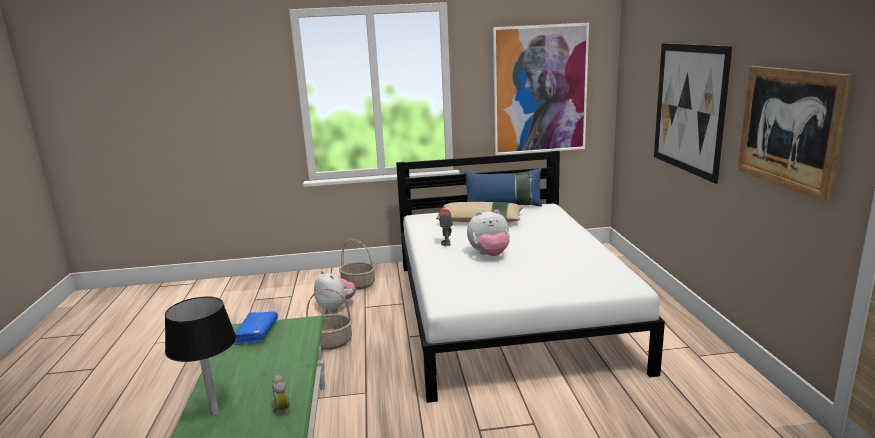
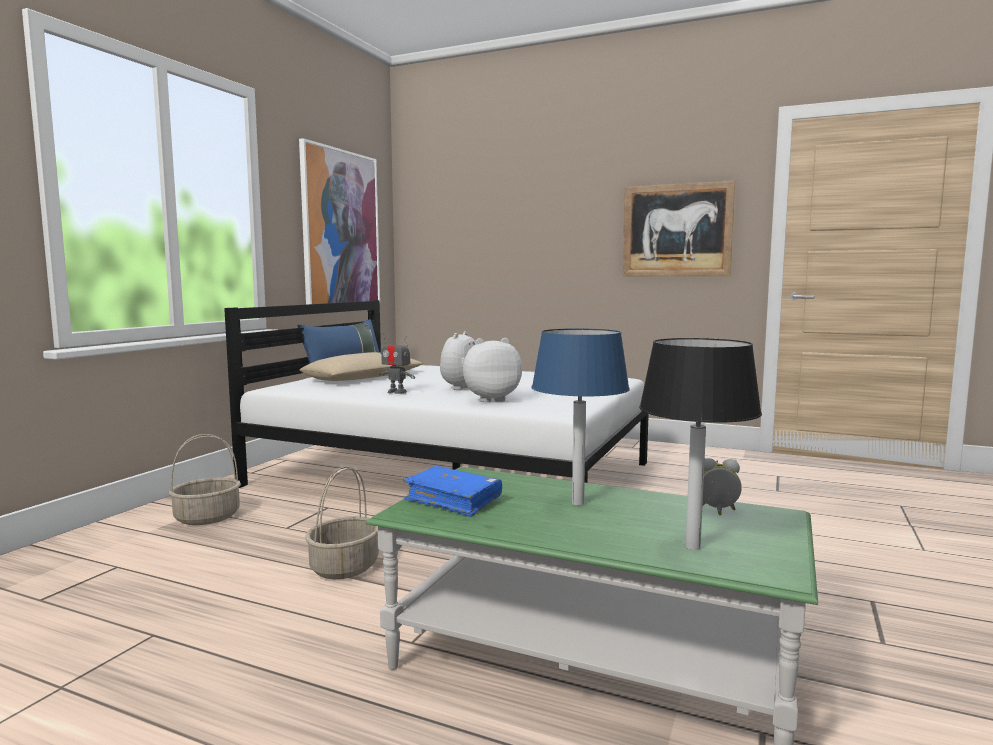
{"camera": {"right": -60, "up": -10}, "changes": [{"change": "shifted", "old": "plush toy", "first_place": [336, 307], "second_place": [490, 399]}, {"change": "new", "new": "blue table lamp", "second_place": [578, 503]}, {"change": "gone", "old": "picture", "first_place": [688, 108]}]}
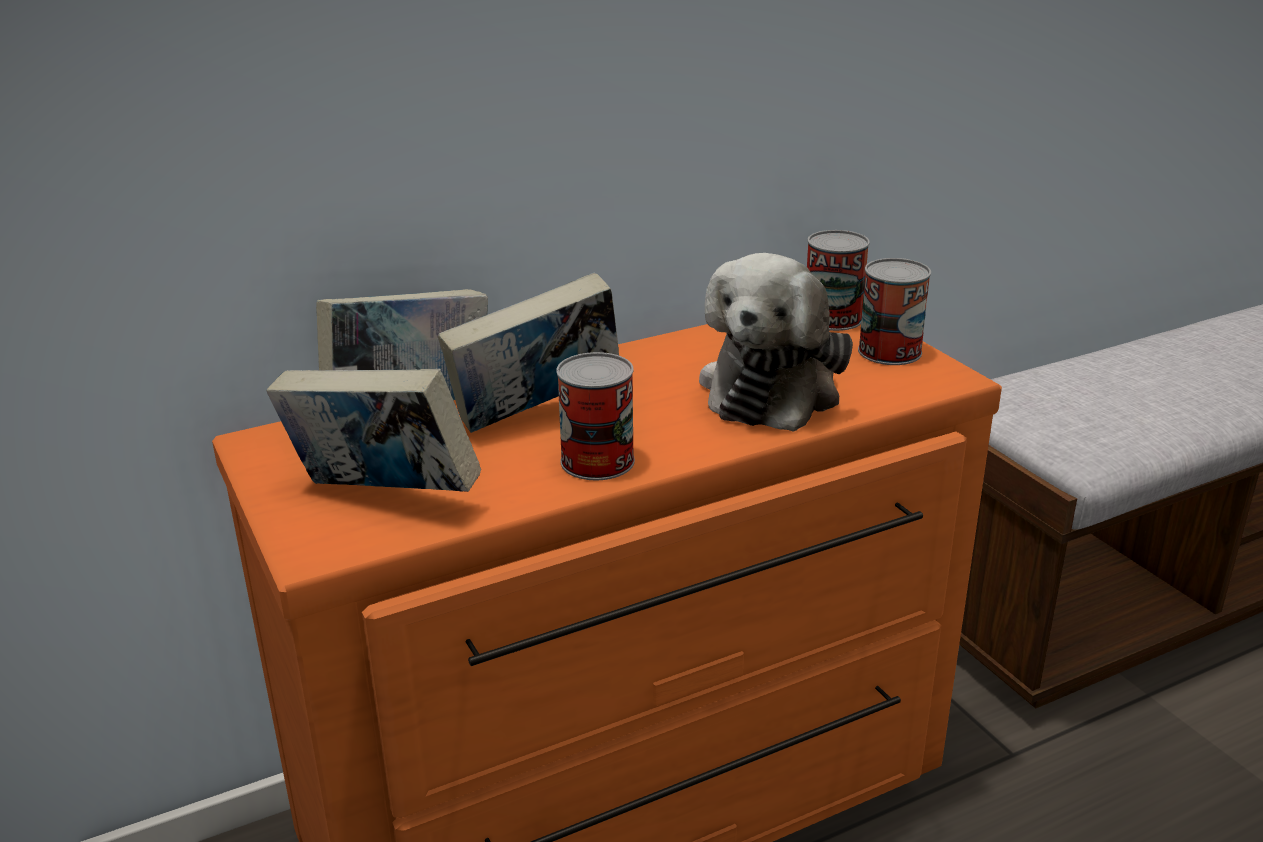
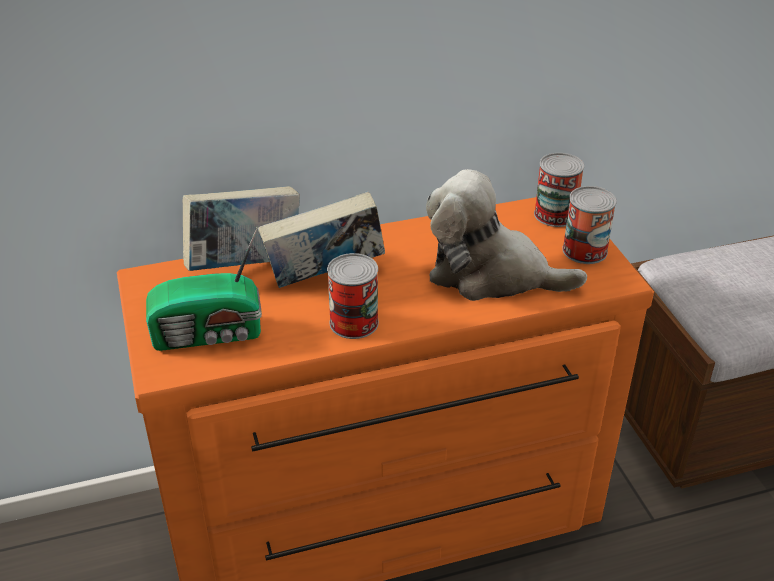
{"camera": {"right": 10, "up": 10}, "changes": [{"change": "swapped", "old": "book", "new": "radio", "first_place": [382, 497], "second_place": [211, 334]}, {"change": "rotated", "old": "plush toy", "first_place": [773, 388], "second_place": [491, 274], "degrees": 75}]}
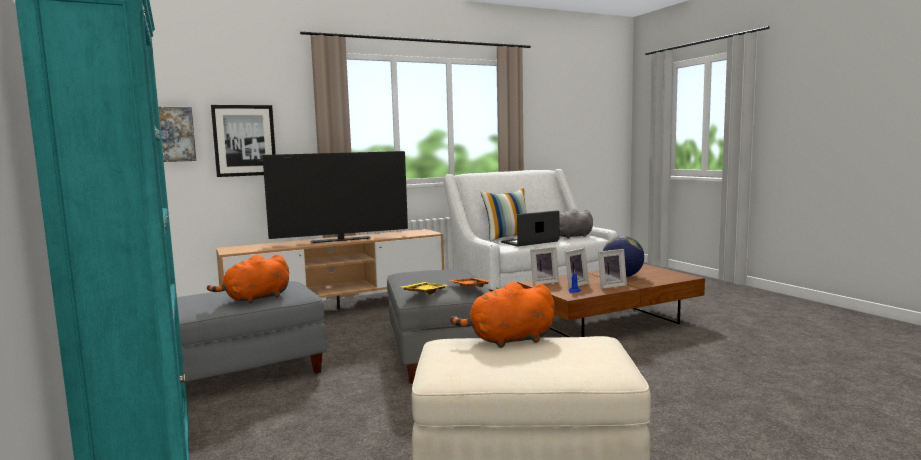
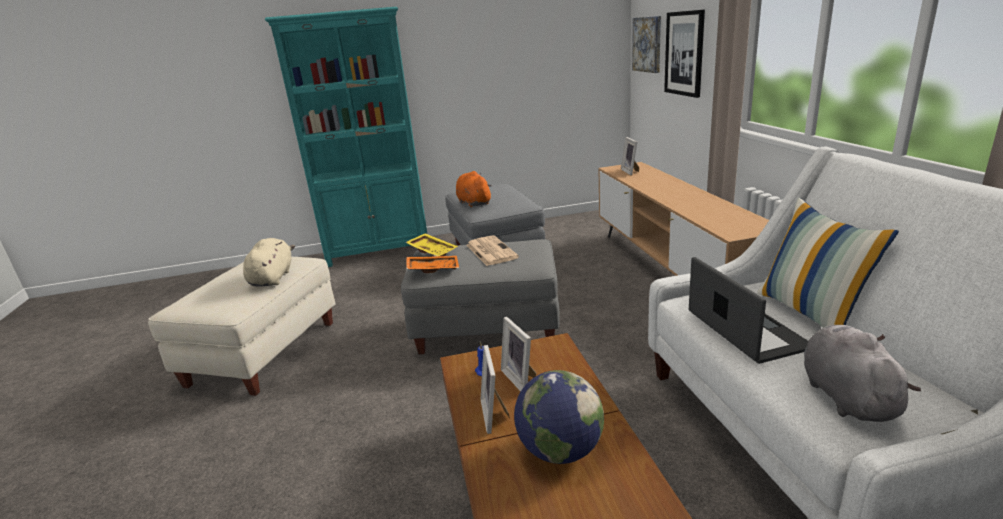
{"camera": {"right": 105, "up": 15}, "changes": [{"change": "repainted", "old": "orange plush toy", "new": "beige plush toy", "first_place": [508, 340], "second_place": [273, 278]}, {"change": "new", "new": "newspaper", "second_place": [490, 251]}, {"change": "shifted", "old": "picture frame", "first_place": [543, 282], "second_place": [631, 171]}, {"change": "gone", "old": "television", "first_place": [341, 240]}]}
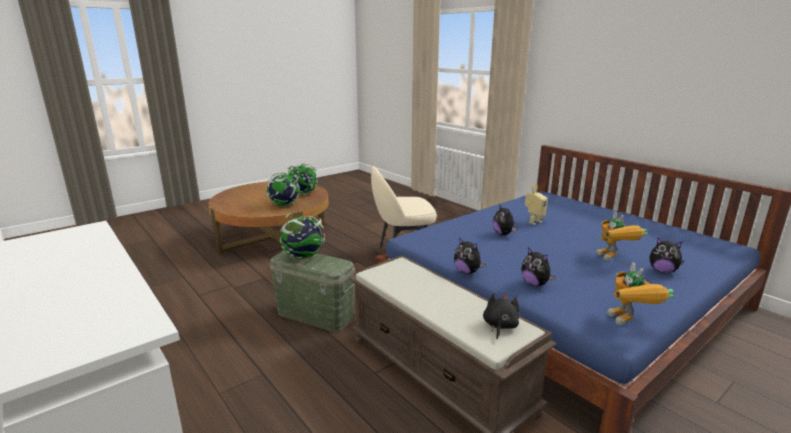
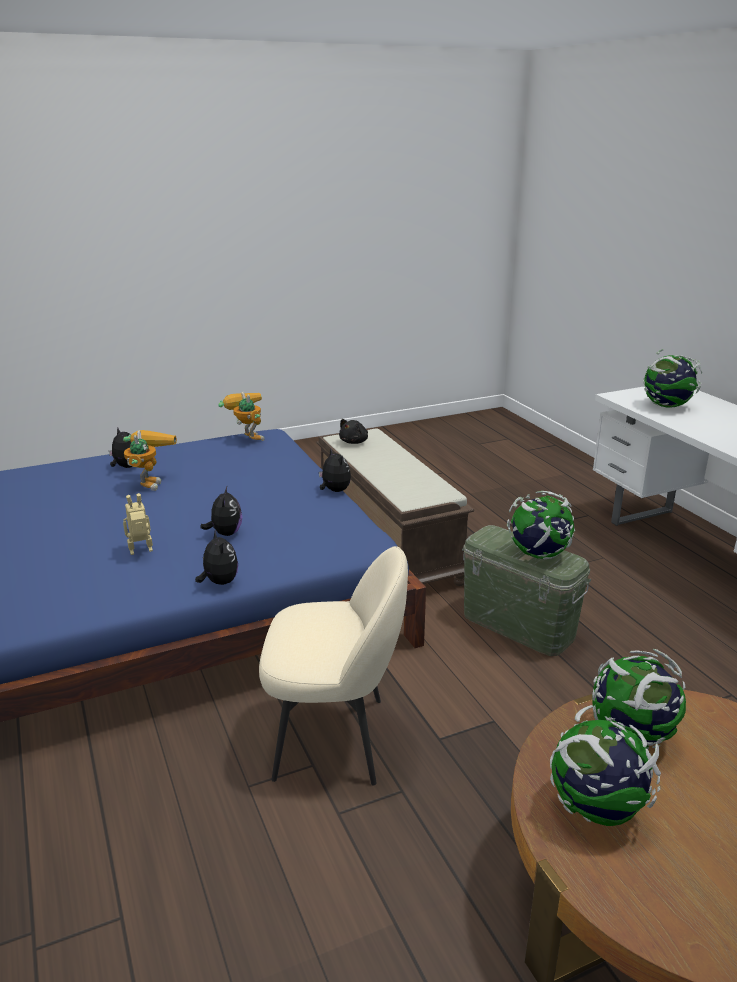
{"camera": {"right": -165, "up": 5}, "changes": [{"change": "shifted", "old": "plush toy", "first_place": [535, 284], "second_place": [219, 582]}, {"change": "rotated", "old": "toy robot", "first_place": [630, 323], "second_place": [246, 437], "degrees": -45}, {"change": "new", "new": "globe", "second_place": [667, 406]}]}
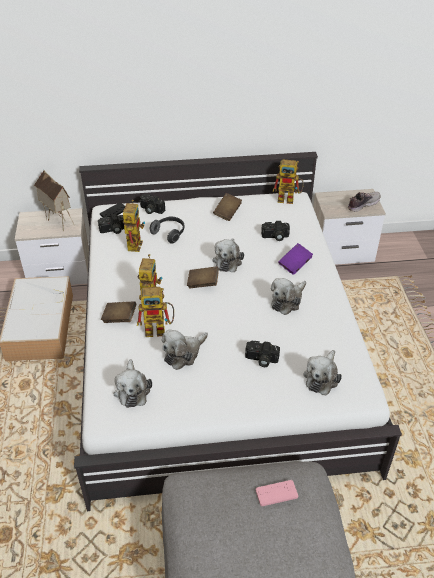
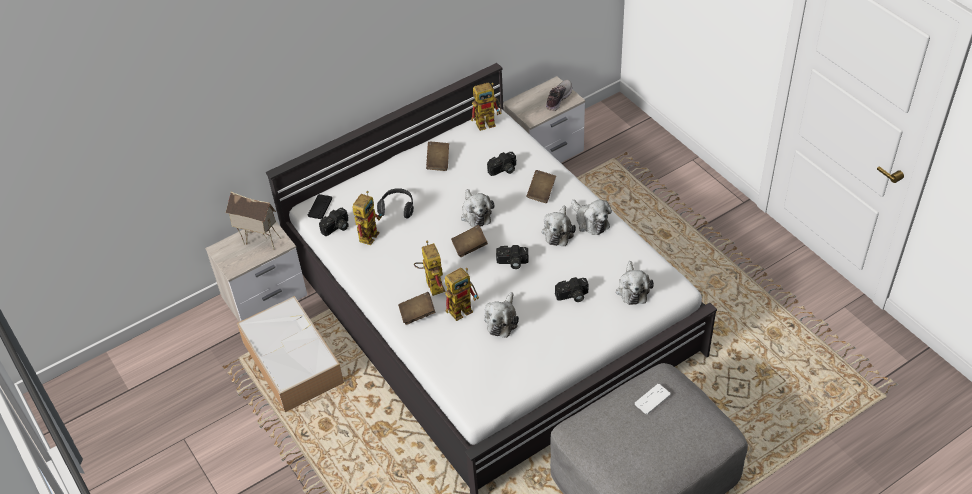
{"camera": {"right": -25, "up": 5}, "changes": [{"change": "rotated", "old": "toy robot", "first_place": [134, 243], "second_place": [369, 233], "degrees": 45}, {"change": "shifted", "old": "photo camera", "first_place": [151, 210], "second_place": [512, 263]}, {"change": "repainted", "old": "purple book", "new": "brown book", "first_place": [295, 265], "second_place": [541, 192]}, {"change": "shifted", "old": "plush toy", "first_place": [132, 390], "second_place": [590, 221]}, {"change": "repainted", "old": "pink game controller", "new": "white game controller", "first_place": [276, 493], "second_place": [652, 399]}]}
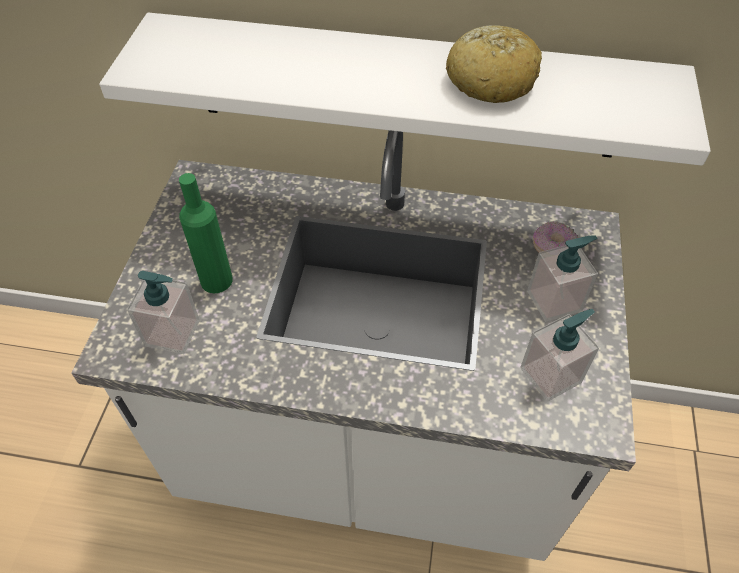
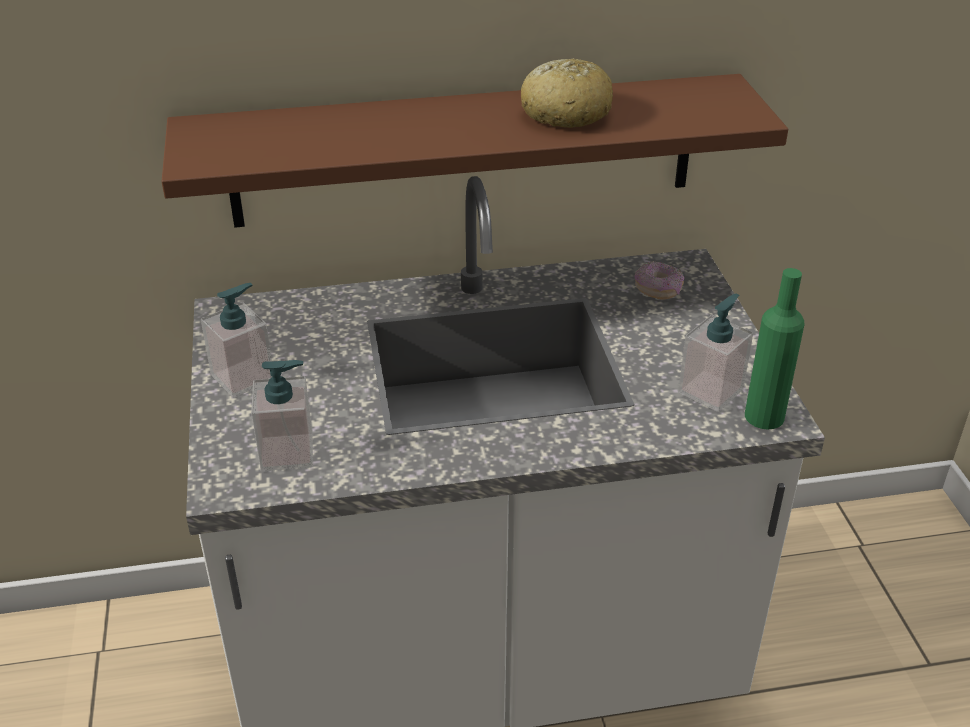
{"camera": {"right": -20, "up": -15}, "changes": [{"change": "repainted", "old": "white shelf", "new": "brown shelf", "first_place": [406, 87], "second_place": [464, 151]}, {"change": "shifted", "old": "soap dispenser", "first_place": [554, 301], "second_place": [243, 377]}, {"change": "shifted", "old": "green bottle", "first_place": [216, 280], "second_place": [764, 416]}]}
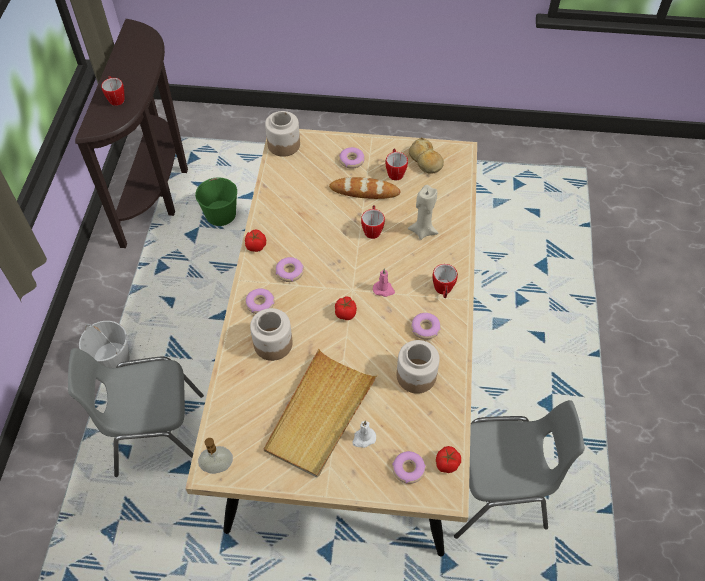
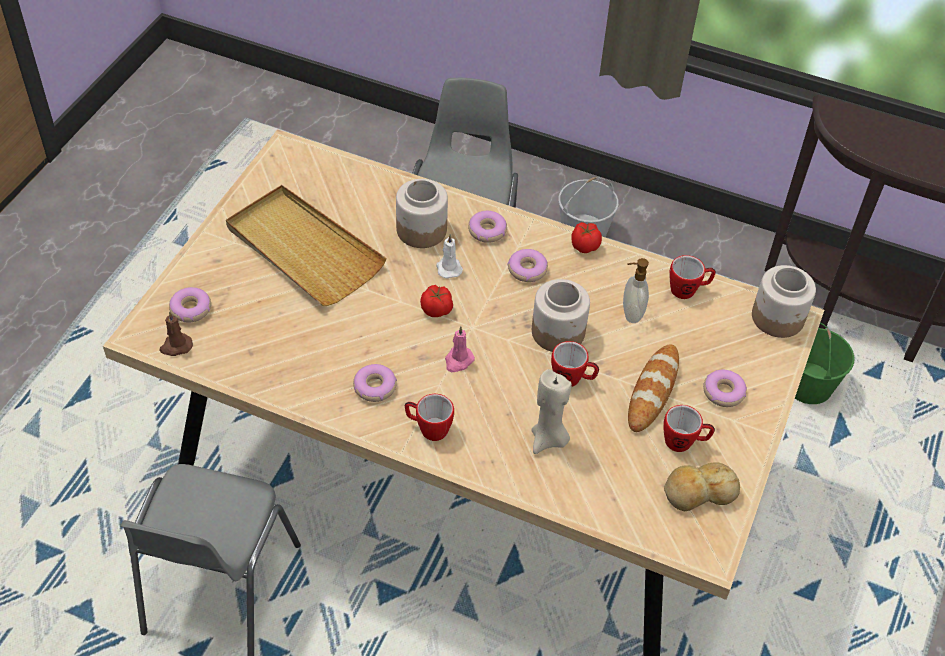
{"camera": {"right": 105, "up": -5}, "changes": [{"change": "swapped", "old": "tomato", "new": "brown candle", "first_place": [446, 464], "second_place": [176, 346]}, {"change": "shifted", "old": "white candle", "first_place": [363, 438], "second_place": [448, 268]}, {"change": "shifted", "old": "jar", "first_place": [415, 375], "second_place": [558, 331]}, {"change": "shifted", "old": "soap dispenser", "first_place": [218, 468], "second_place": [631, 313]}, {"change": "shifted", "old": "mug", "first_place": [116, 98], "second_place": [688, 290]}]}
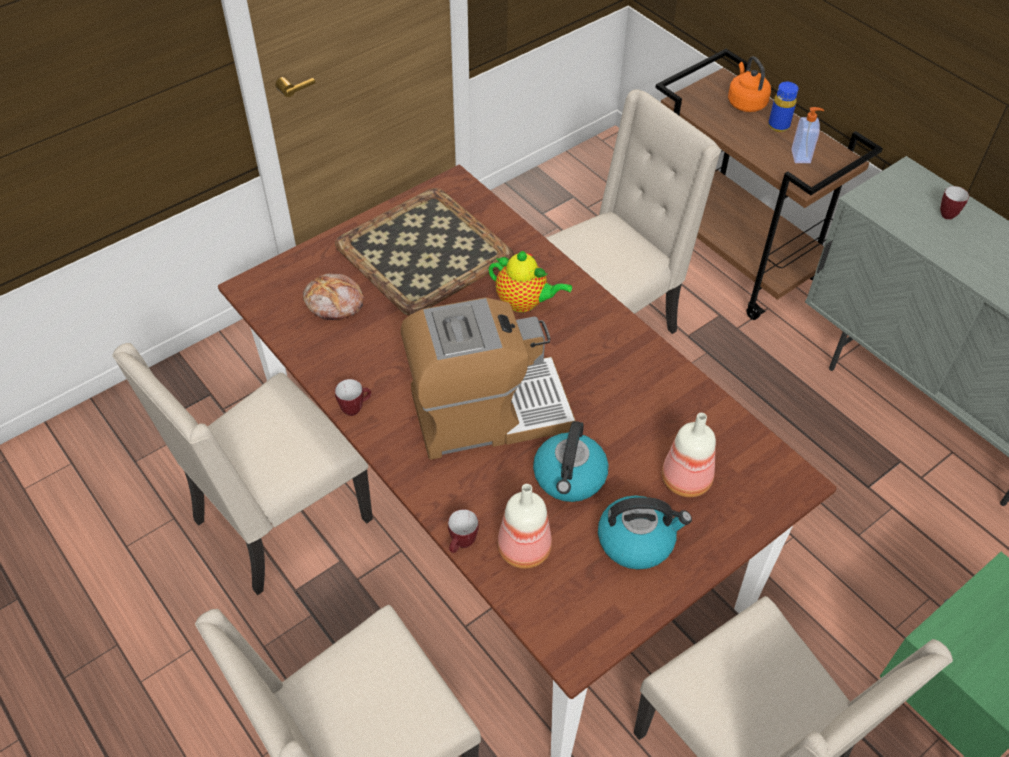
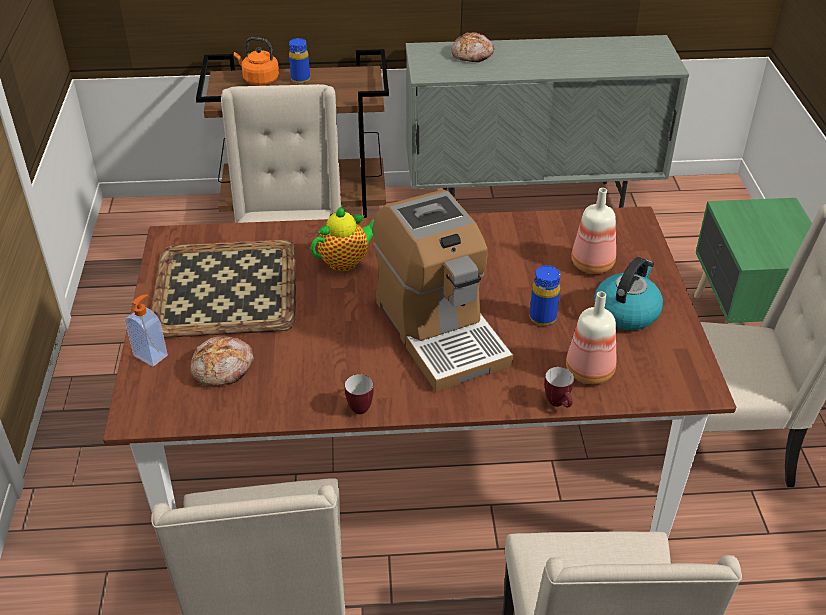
{"camera": {"right": -55, "up": -10}, "changes": [{"change": "shifted", "old": "soap dispenser", "first_place": [801, 156], "second_place": [151, 355]}, {"change": "rotated", "old": "coffee machine", "first_place": [488, 412], "second_place": [440, 331], "degrees": 135}, {"change": "swapped", "old": "mug", "new": "bread", "first_place": [947, 213], "second_place": [472, 55]}, {"change": "swapped", "old": "kettle", "new": "blue bottle", "first_place": [569, 478], "second_place": [542, 317]}]}
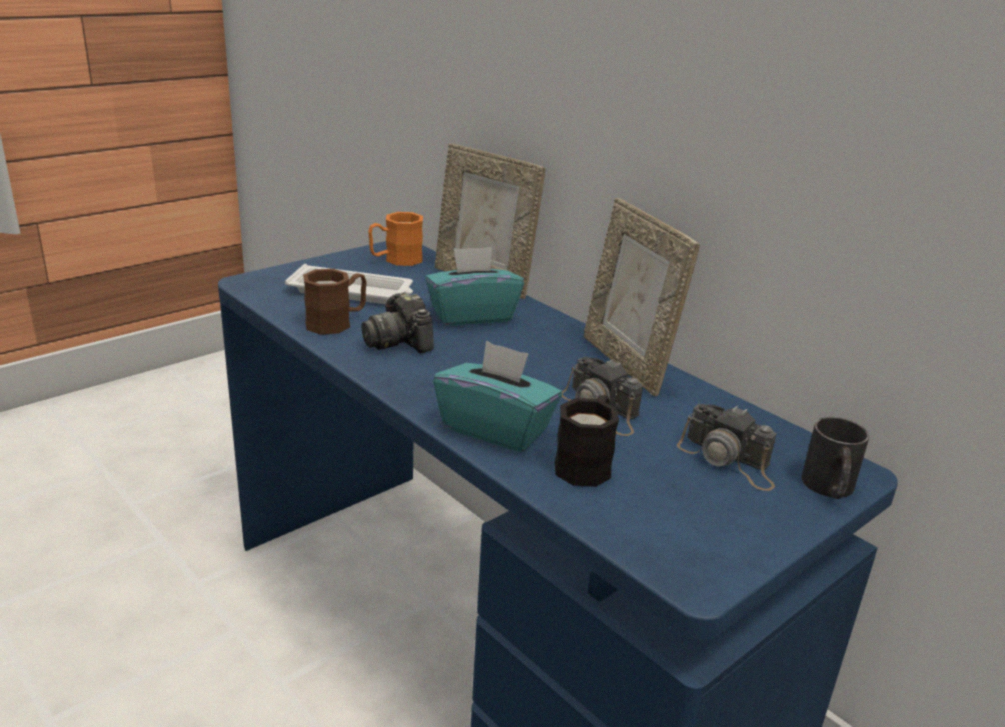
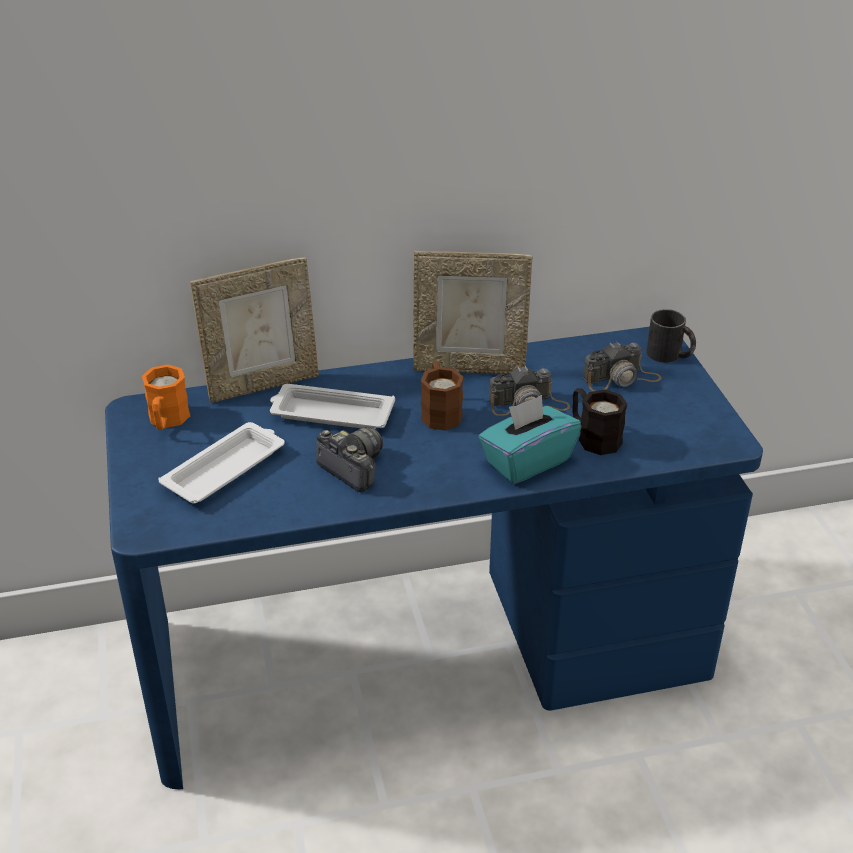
{"camera": {"right": -60, "up": 10}, "changes": [{"change": "swapped", "old": "turquoise tissue box", "new": "white tray", "first_place": [471, 315], "second_place": [330, 413]}, {"change": "rotated", "old": "photo camera", "first_place": [399, 341], "second_place": [353, 468], "degrees": -135}, {"change": "shifted", "old": "brown mug", "first_place": [337, 322], "second_place": [440, 412]}]}
